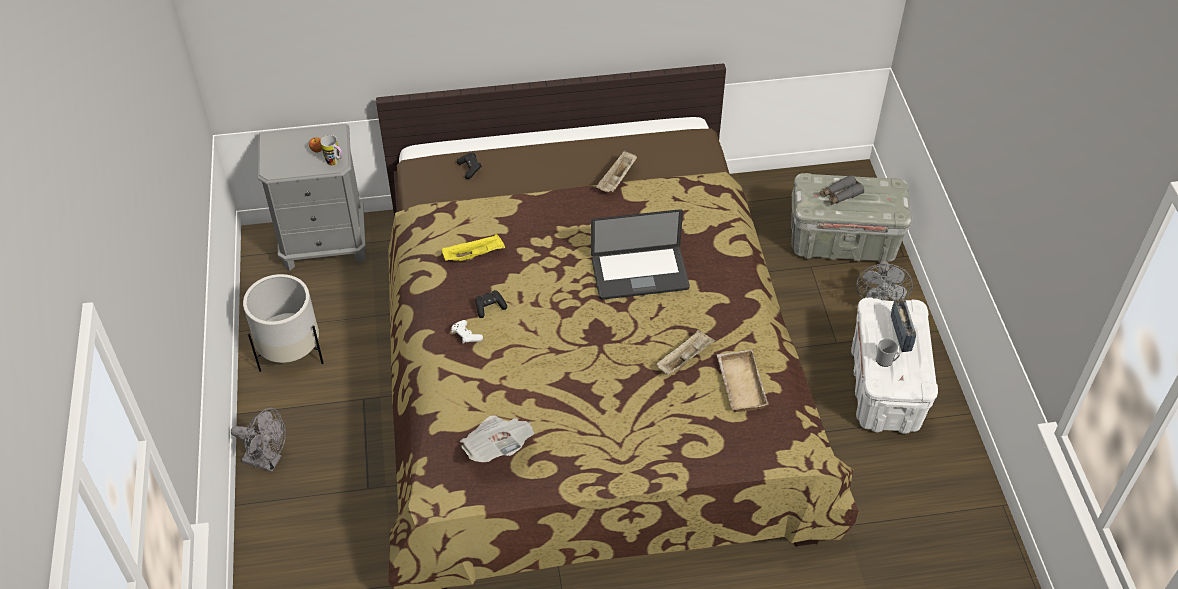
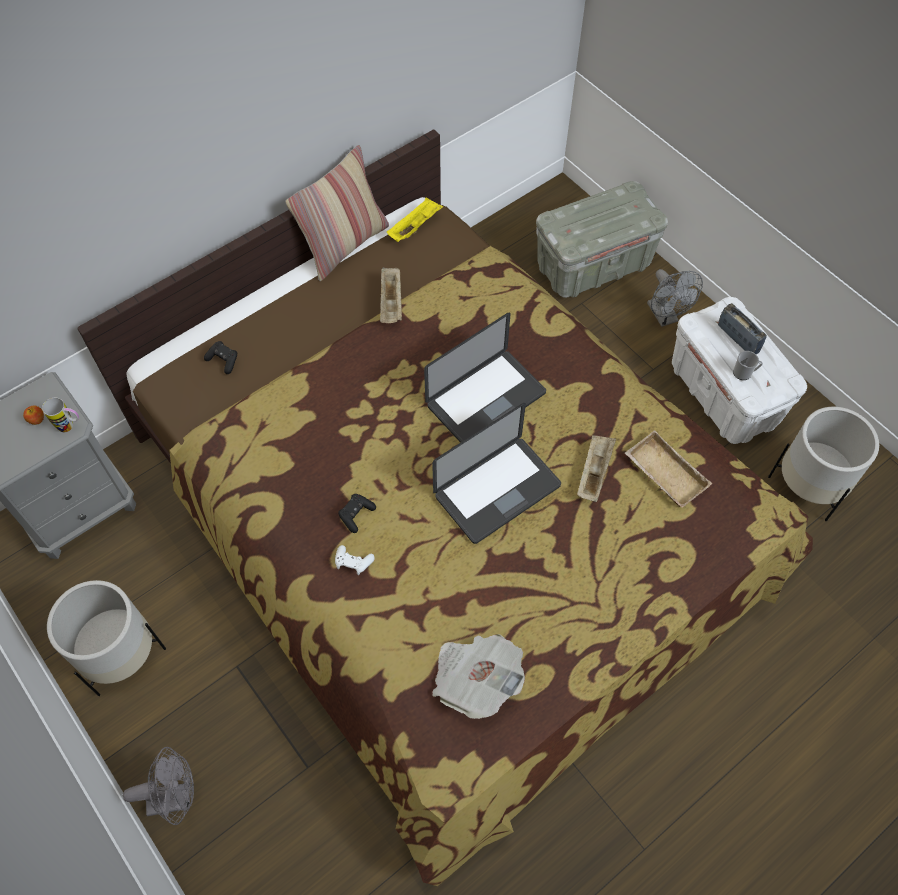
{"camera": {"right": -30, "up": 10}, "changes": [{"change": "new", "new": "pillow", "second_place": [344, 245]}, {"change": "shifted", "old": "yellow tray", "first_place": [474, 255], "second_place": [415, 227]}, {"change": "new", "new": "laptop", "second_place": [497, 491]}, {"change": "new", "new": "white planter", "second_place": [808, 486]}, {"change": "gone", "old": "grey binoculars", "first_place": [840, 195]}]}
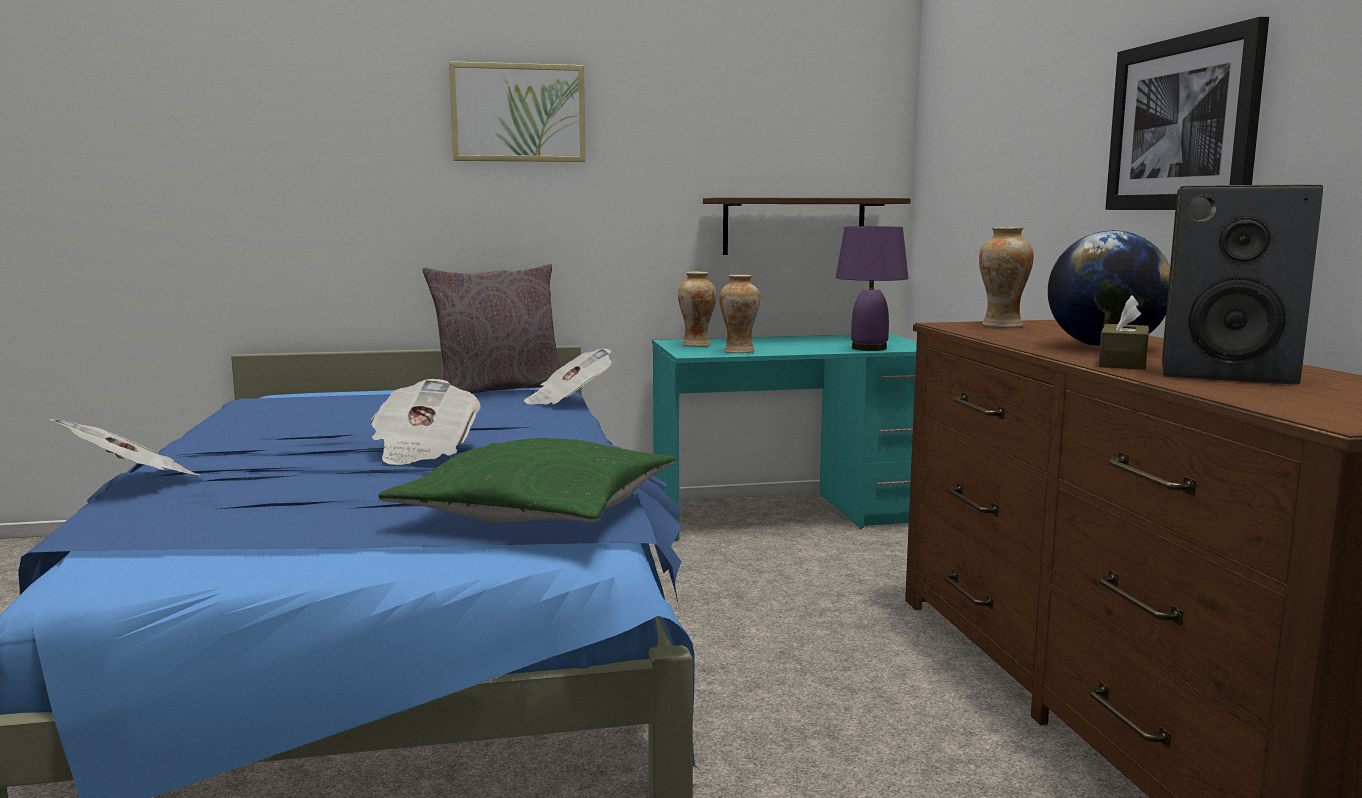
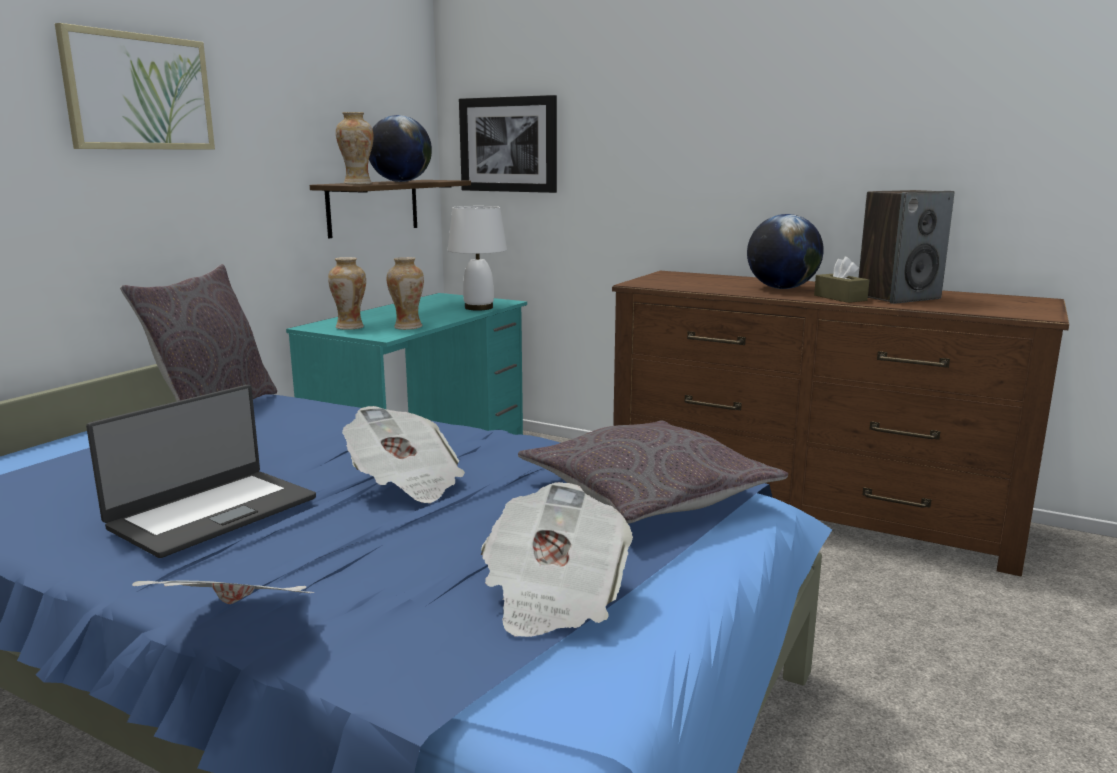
{"camera": {"right": -50, "up": 5}, "changes": [{"change": "new", "new": "laptop", "second_place": [212, 512]}, {"change": "shifted", "old": "vase", "first_place": [1002, 325], "second_place": [357, 184]}, {"change": "new", "new": "globe", "second_place": [401, 182]}, {"change": "repainted", "old": "purple table lamp", "new": "white table lamp", "first_place": [868, 348], "second_place": [478, 308]}, {"change": "shifted", "old": "picture", "first_place": [1183, 124], "second_place": [508, 144]}, {"change": "shifted", "old": "newspaper", "first_place": [569, 401], "second_place": [553, 596]}, {"change": "repainted", "old": "green pillow", "new": "grey pillow", "first_place": [537, 510], "second_place": [647, 492]}]}
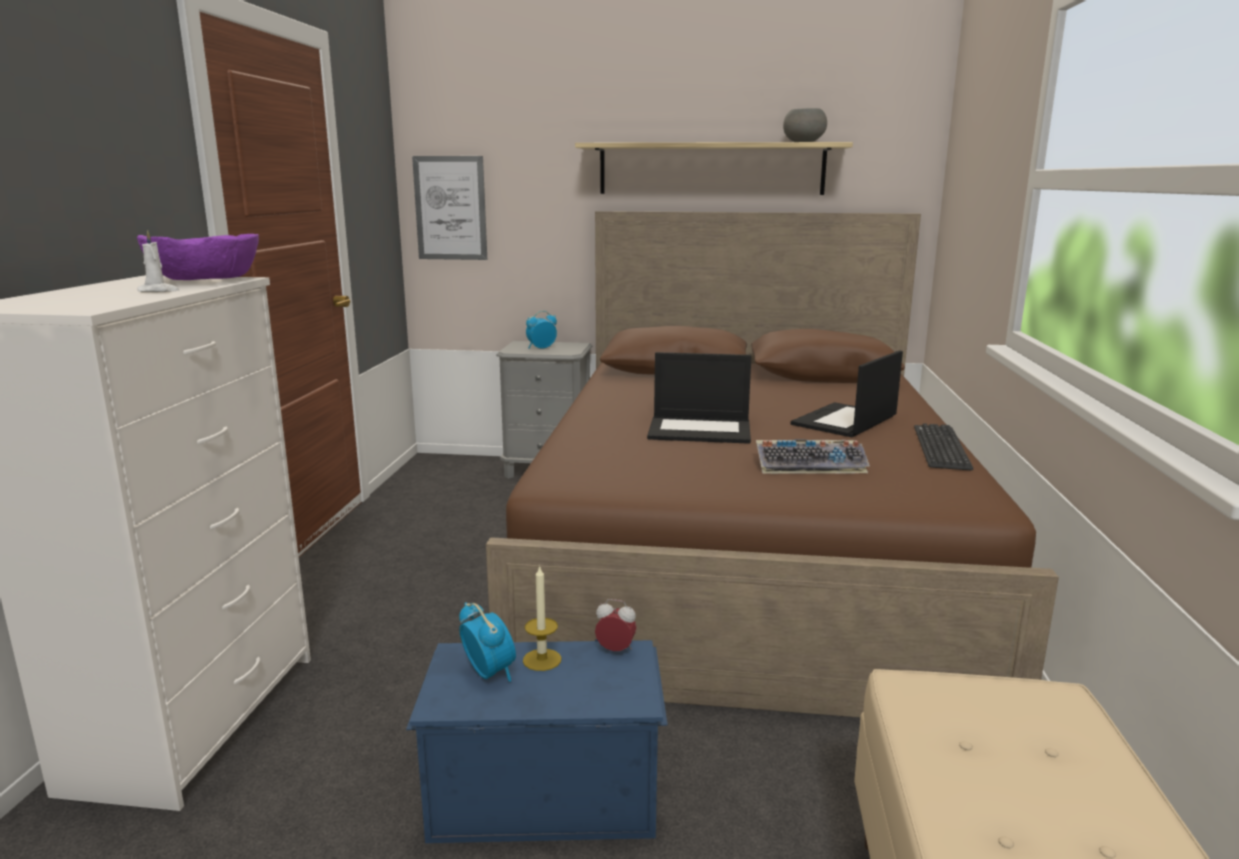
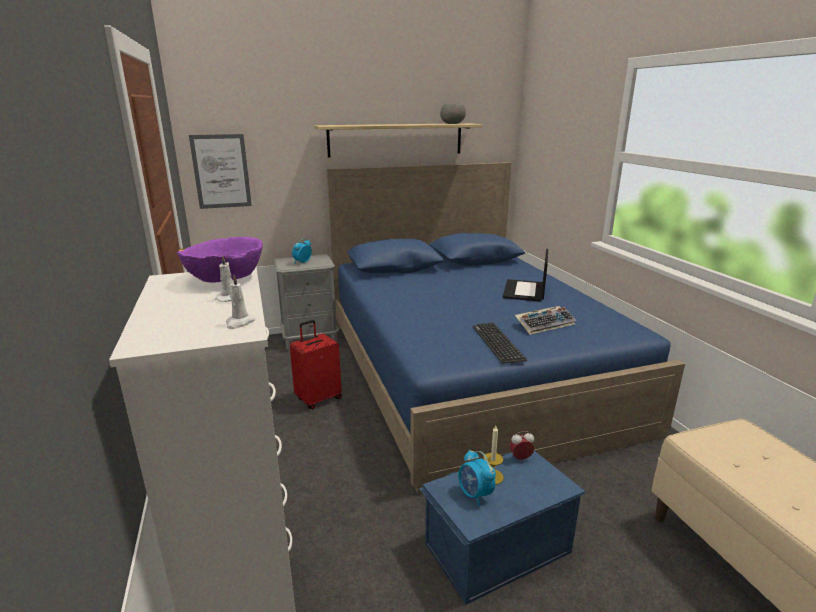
{"camera": {"right": -25, "up": 5}, "changes": [{"change": "new", "new": "white candle", "second_place": [239, 323]}, {"change": "new", "new": "red suitcase", "second_place": [318, 399]}, {"change": "repainted", "old": "brown bed", "new": "blue bed", "first_place": [746, 553], "second_place": [470, 371]}, {"change": "rotated", "old": "alarm clock", "first_place": [489, 673], "second_place": [475, 494], "degrees": -150}, {"change": "shifted", "old": "keyboard", "first_place": [941, 448], "second_place": [497, 343]}, {"change": "gone", "old": "laptop", "first_place": [701, 430]}]}
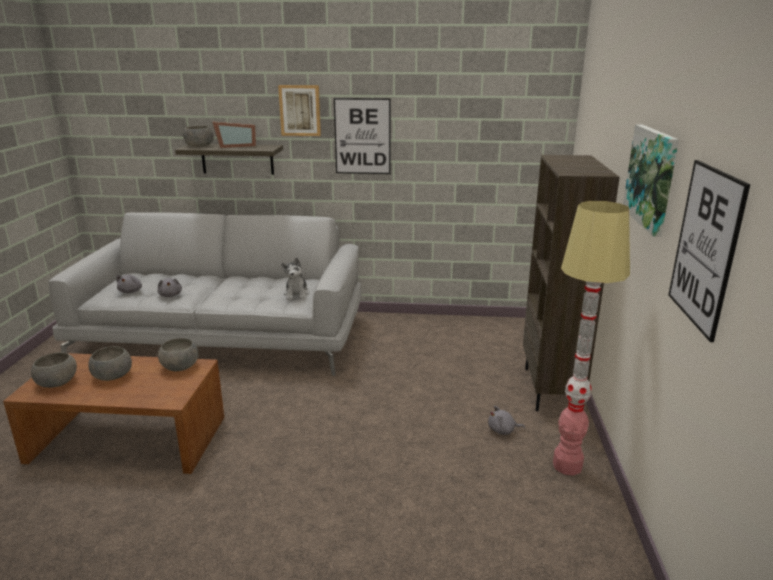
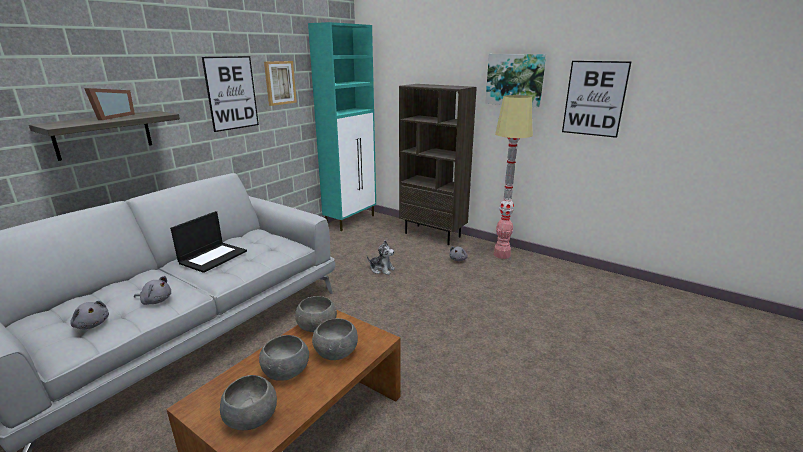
{"camera": {"right": -60, "up": 0}, "changes": [{"change": "new", "new": "laptop", "second_place": [213, 257]}, {"change": "shifted", "old": "picture", "first_place": [300, 110], "second_place": [280, 83]}, {"change": "new", "new": "turquoise cabinet", "second_place": [351, 220]}, {"change": "shifted", "old": "grey bowl", "first_place": [199, 146], "second_place": [336, 352]}, {"change": "shifted", "old": "plush toy", "first_place": [297, 294], "second_place": [381, 269]}]}
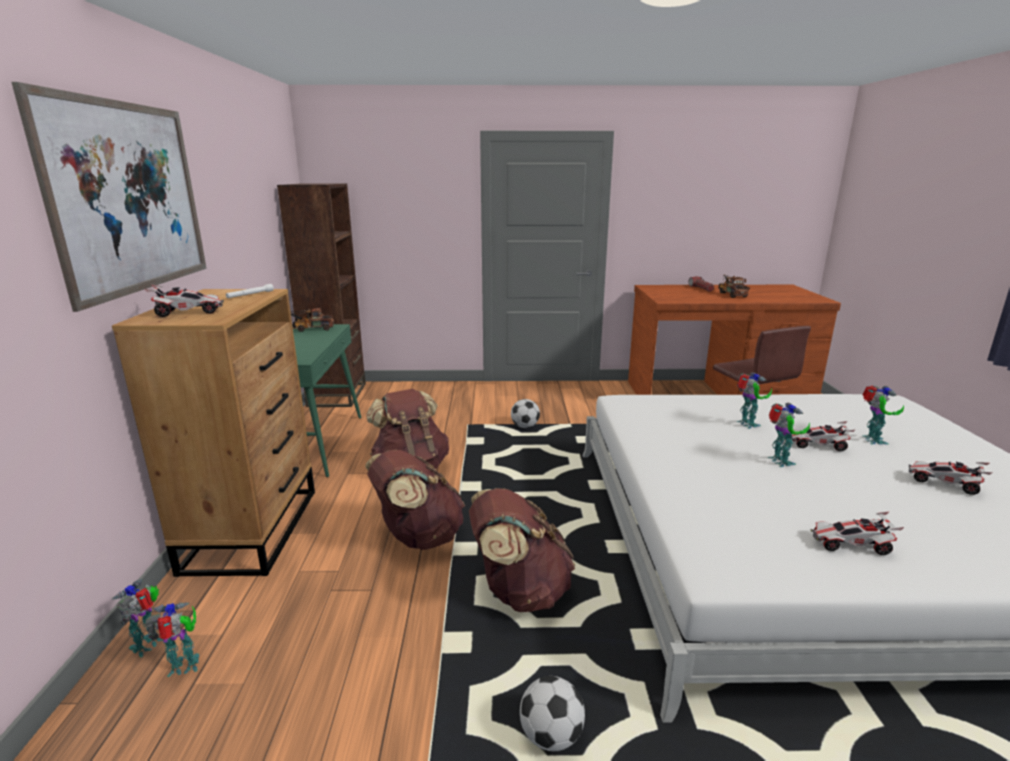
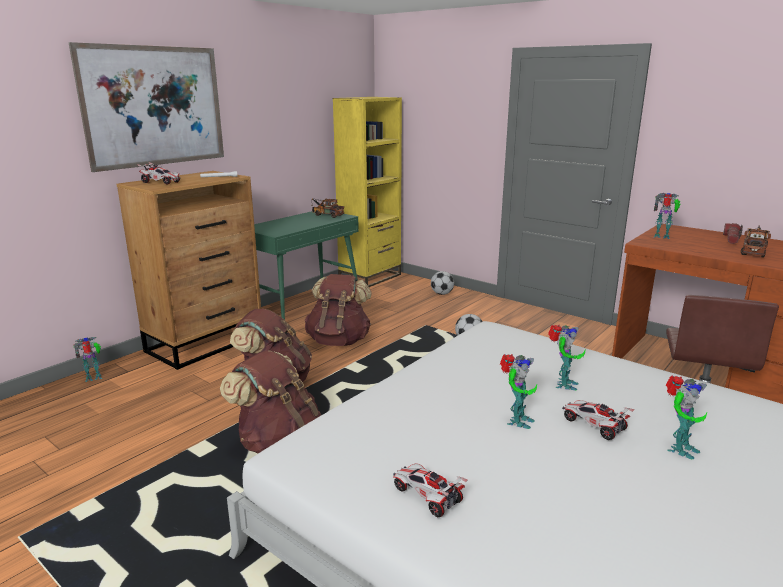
{"camera": {"right": 40, "up": 0}, "changes": [{"change": "repainted", "old": "brown bookcase", "new": "yellow bookcase", "first_place": [337, 395], "second_place": [370, 277]}, {"change": "shifted", "old": "football", "first_place": [550, 735], "second_place": [441, 294]}, {"change": "shifted", "old": "toy robot", "first_place": [185, 667], "second_place": [662, 237]}, {"change": "gone", "old": "toy car", "first_place": [944, 483]}]}
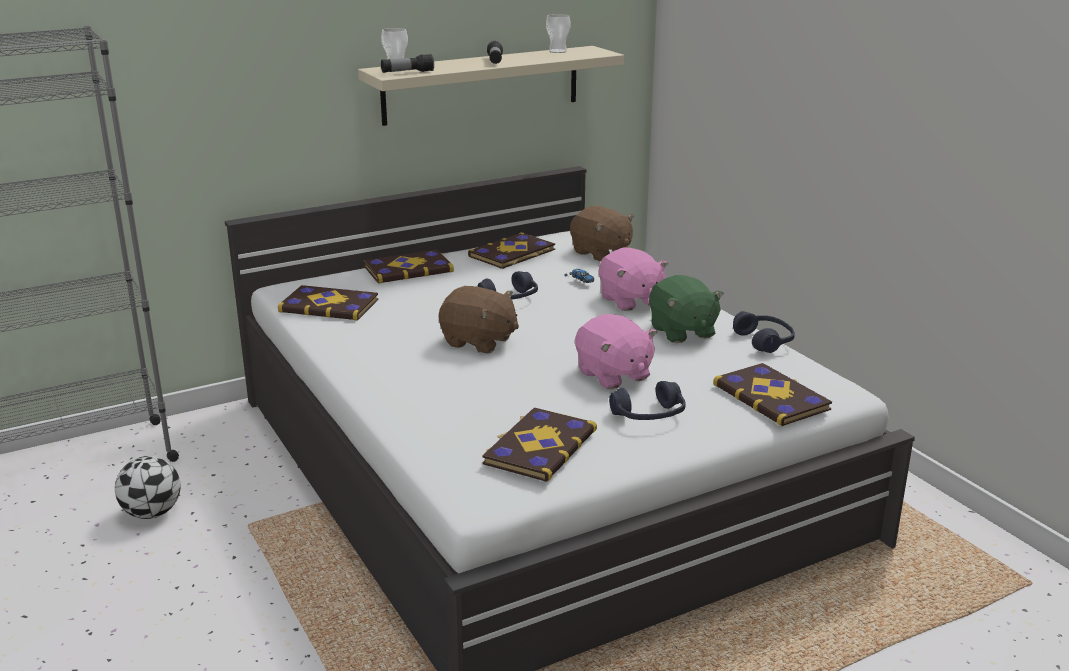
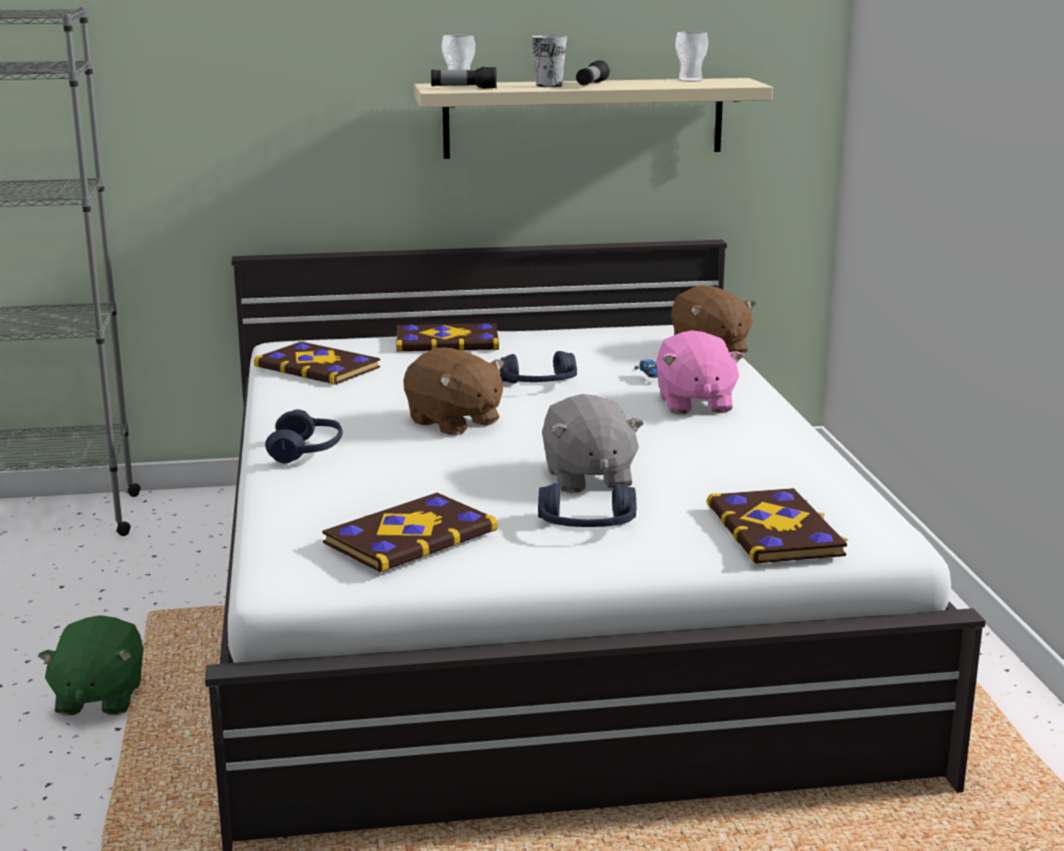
{"camera": {"right": 20, "up": -5}, "changes": [{"change": "shifted", "old": "green plush toy", "first_place": [682, 332], "second_place": [98, 698]}, {"change": "shifted", "old": "blue headphones", "first_place": [764, 341], "second_place": [306, 451]}, {"change": "new", "new": "cup", "second_place": [549, 85]}, {"change": "repainted", "old": "pink plush toy", "new": "grey plush toy", "first_place": [613, 375], "second_place": [587, 478]}, {"change": "gone", "old": "football", "first_place": [152, 513]}, {"change": "gone", "old": "book", "first_place": [513, 253]}]}
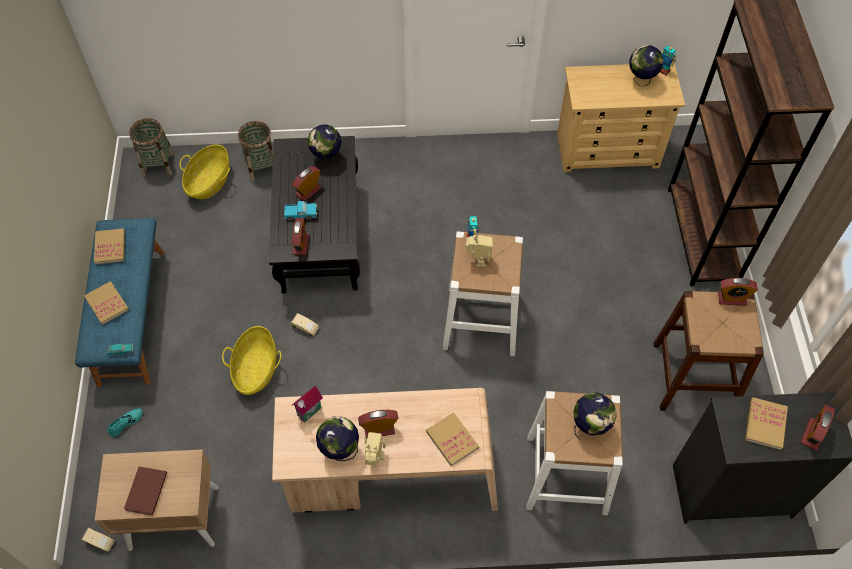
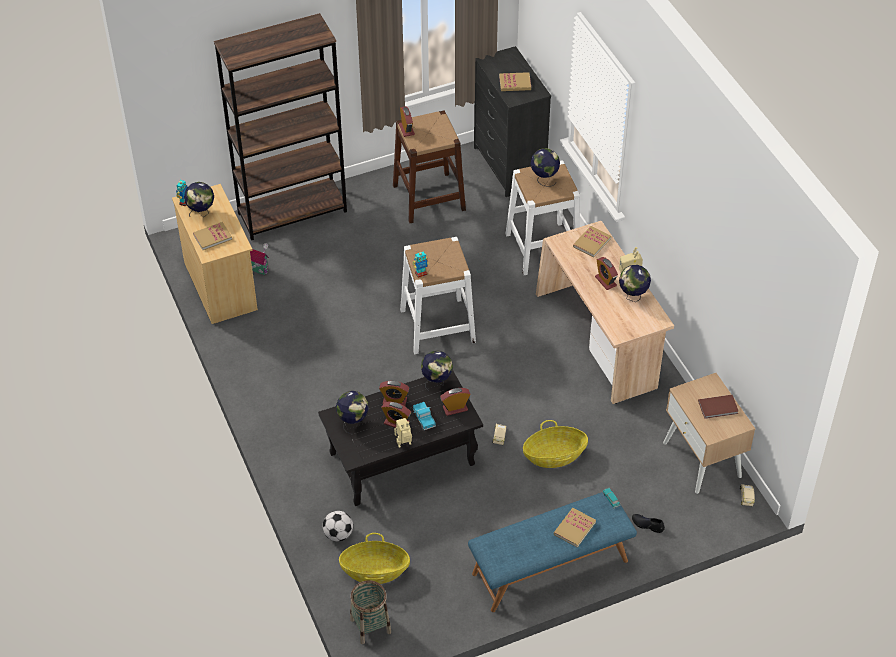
{"camera": {"right": -110, "up": -10}, "changes": [{"change": "shifted", "old": "book", "first_place": [110, 247], "second_place": [212, 237]}, {"change": "shifted", "old": "toy house", "first_place": [310, 413], "second_place": [260, 269]}, {"change": "swapped", "old": "basket", "new": "football", "first_place": [262, 166], "second_place": [338, 534]}, {"change": "shifted", "old": "alarm clock", "first_place": [813, 434], "second_place": [394, 401]}, {"change": "shifted", "old": "toy robot", "first_place": [478, 260], "second_place": [404, 445]}, {"change": "new", "new": "globe", "second_place": [437, 382]}, {"change": "repainted", "old": "turquoise shoe", "new": "black shoe", "first_place": [126, 423], "second_place": [647, 525]}]}
